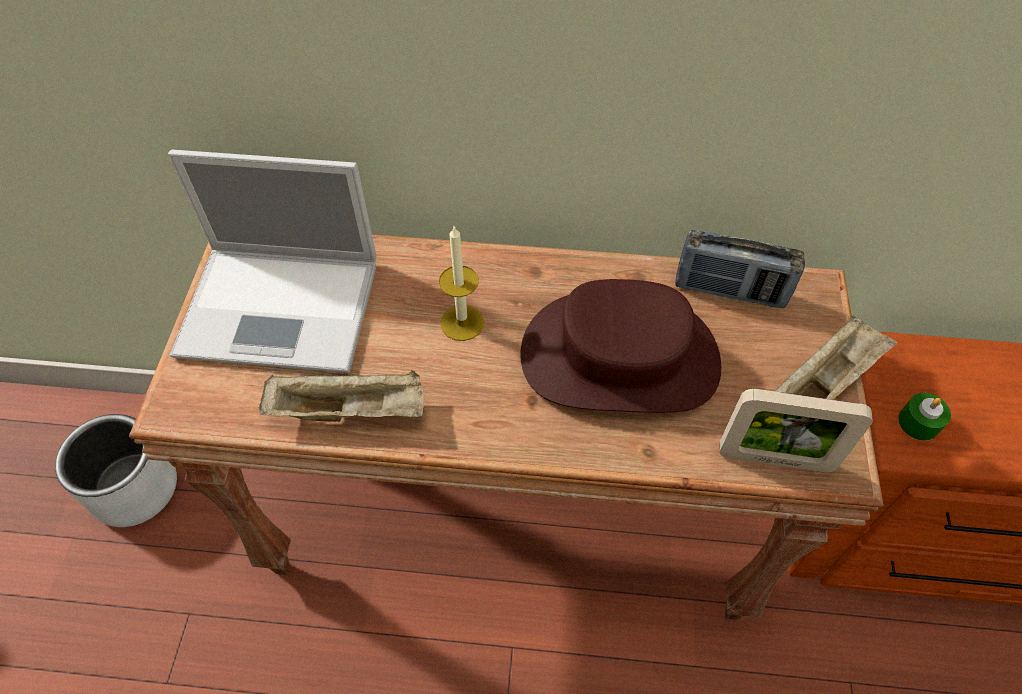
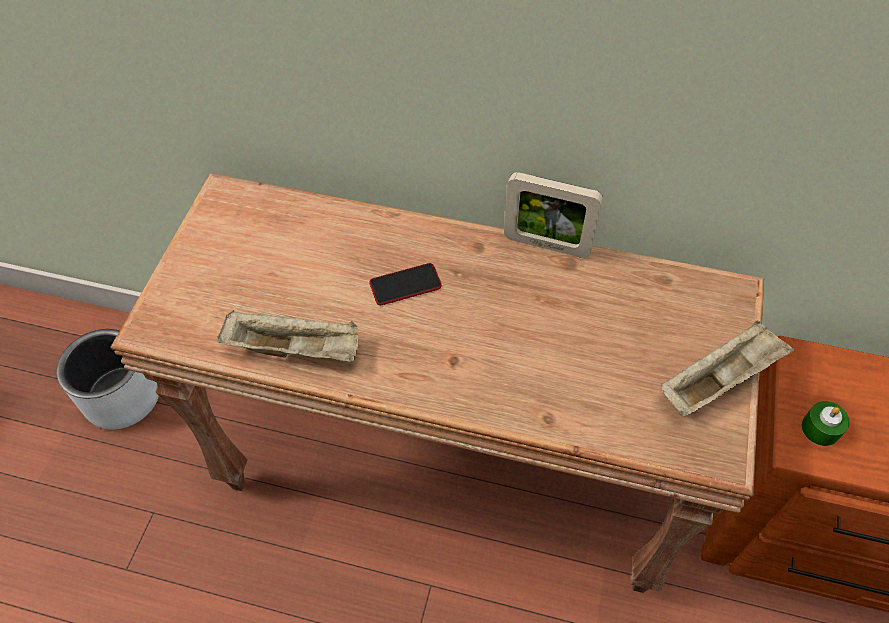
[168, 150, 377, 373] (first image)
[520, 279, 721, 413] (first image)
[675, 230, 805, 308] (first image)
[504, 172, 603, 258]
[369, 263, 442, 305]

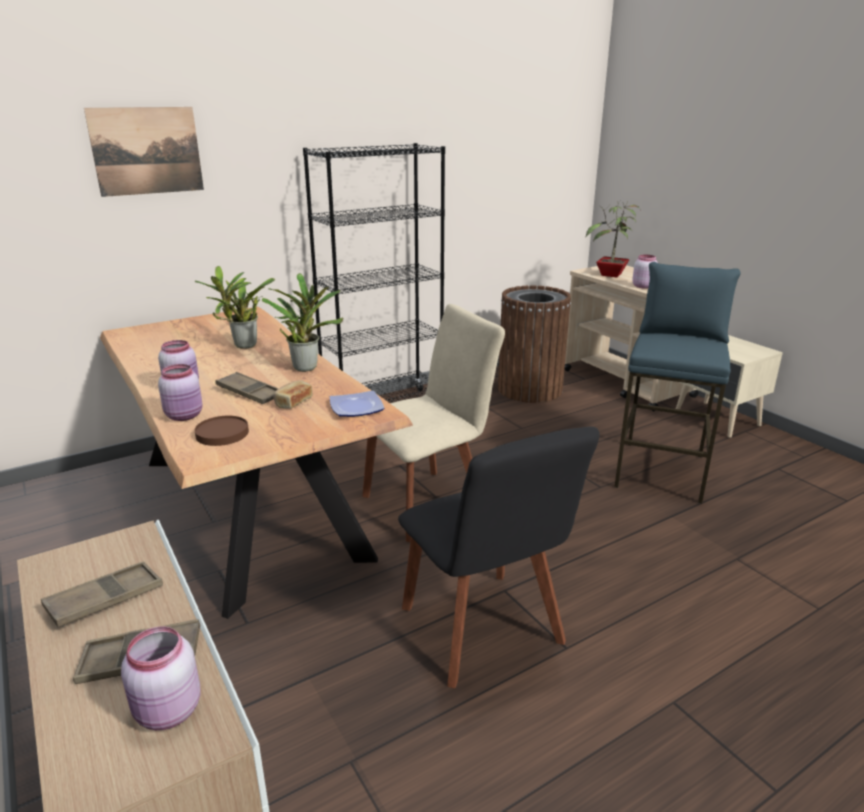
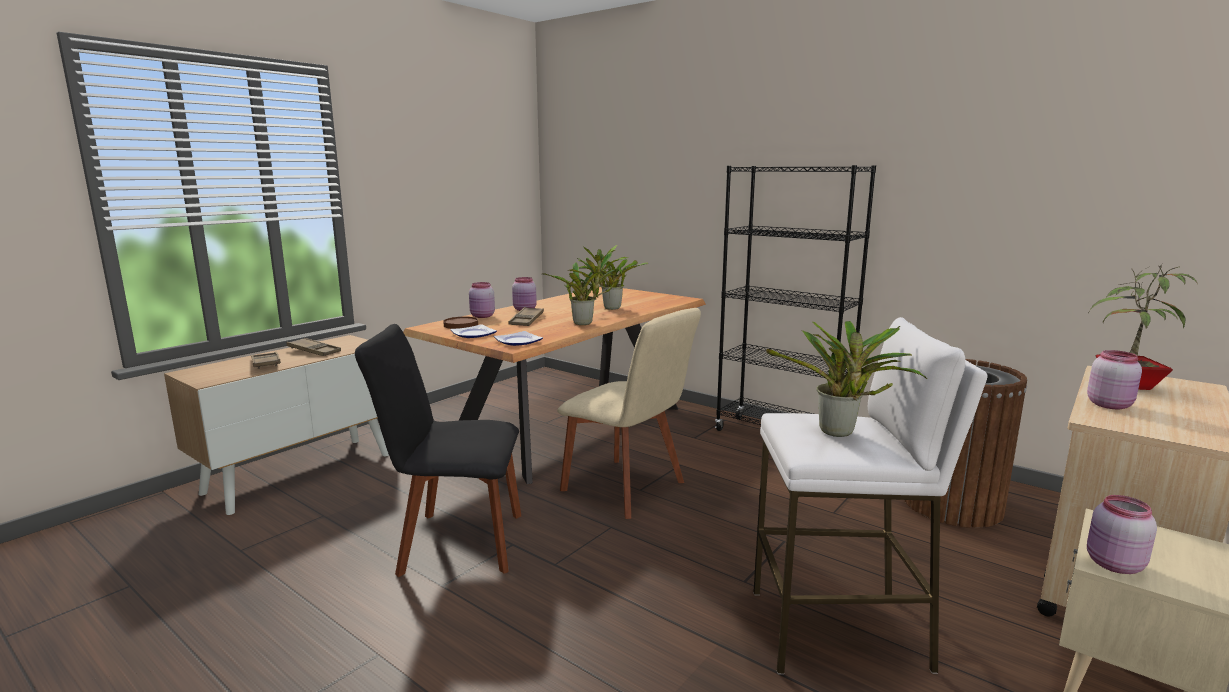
[84, 107, 204, 197] (first image)
[273, 380, 313, 409] (first image)
[450, 324, 497, 338]
[766, 321, 927, 437]
[1087, 495, 1157, 574]
[754, 317, 988, 674]
[355, 324, 521, 577]

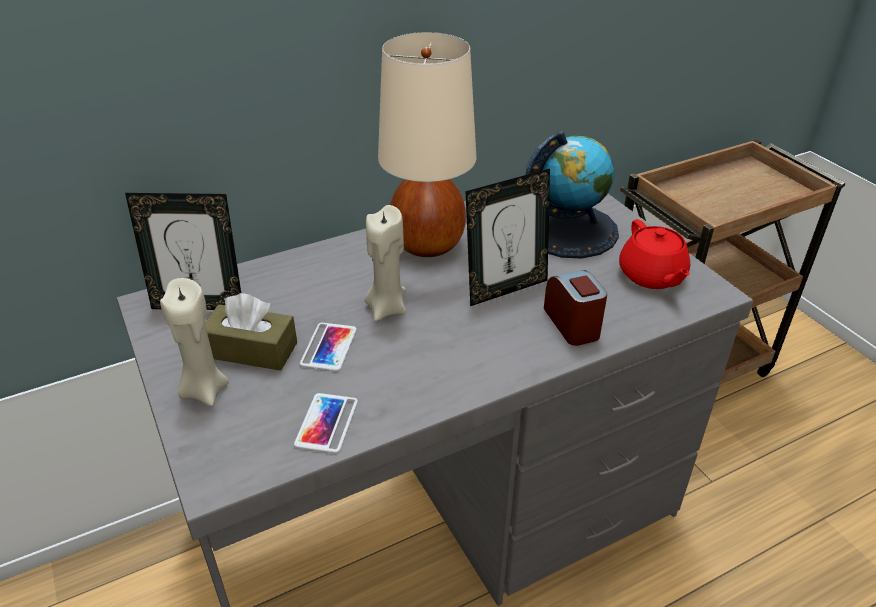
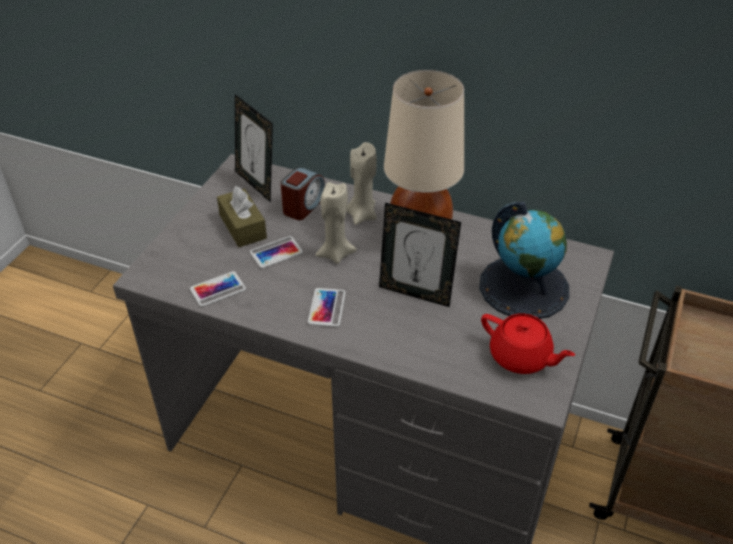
[308, 288, 346, 327]
[347, 142, 377, 225]
[280, 167, 325, 220]
[481, 314, 575, 374]

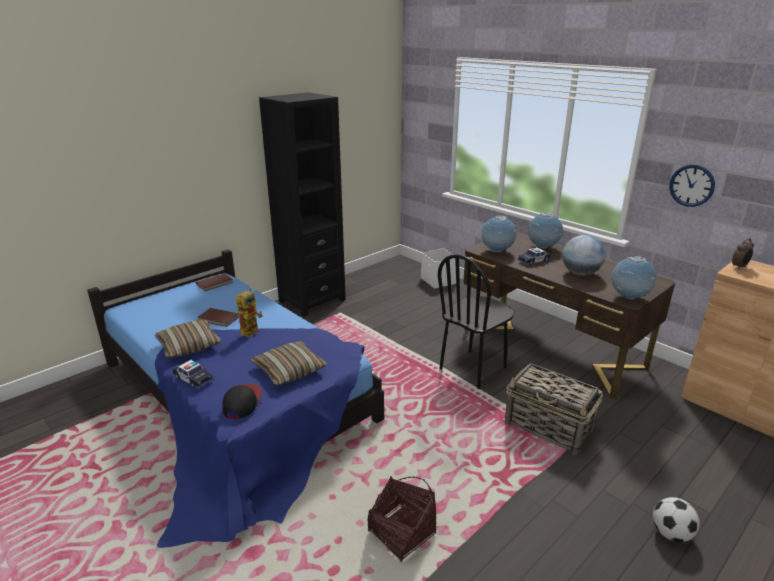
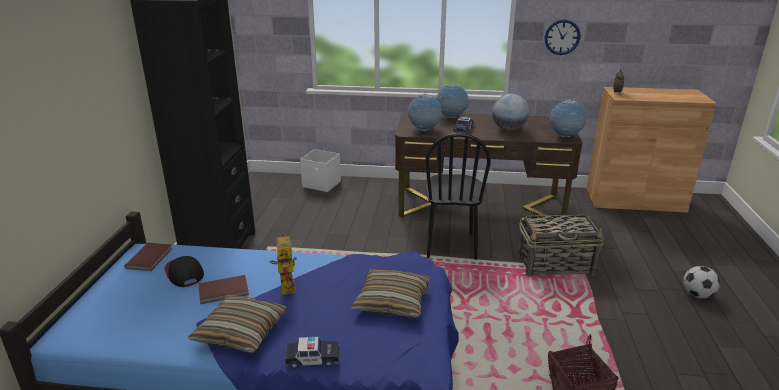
[165, 256, 204, 287]

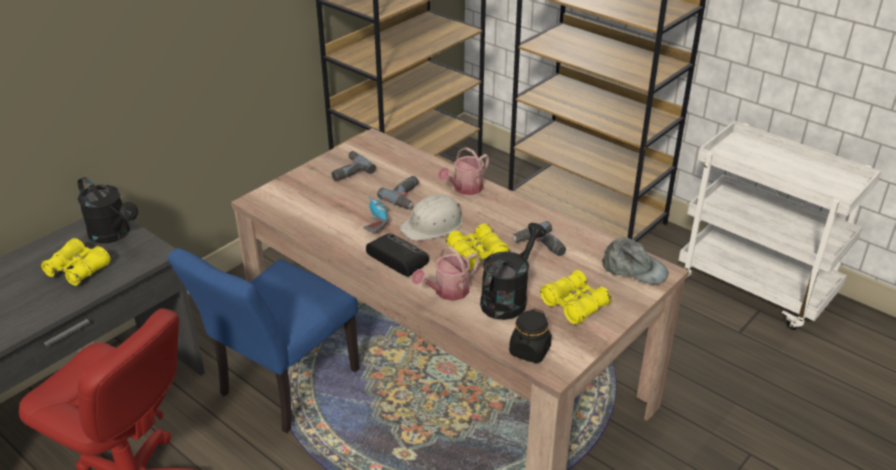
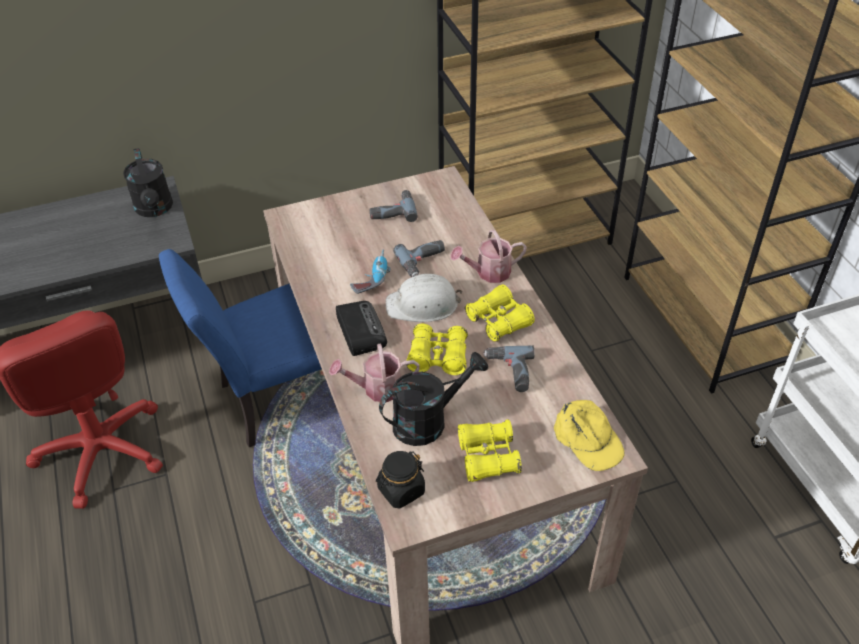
[465, 284, 535, 342]
[554, 400, 625, 471]

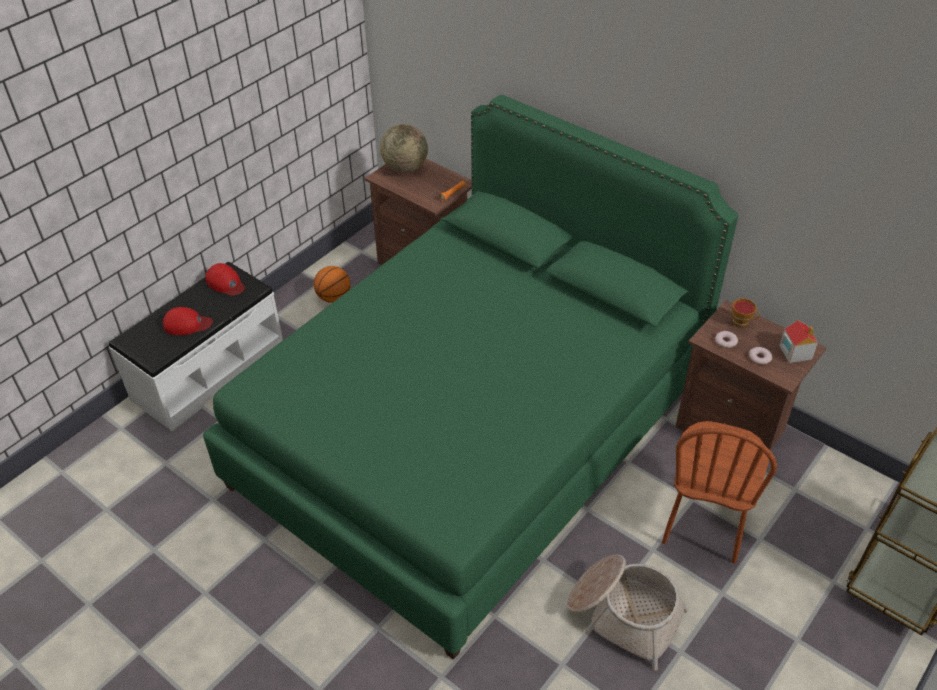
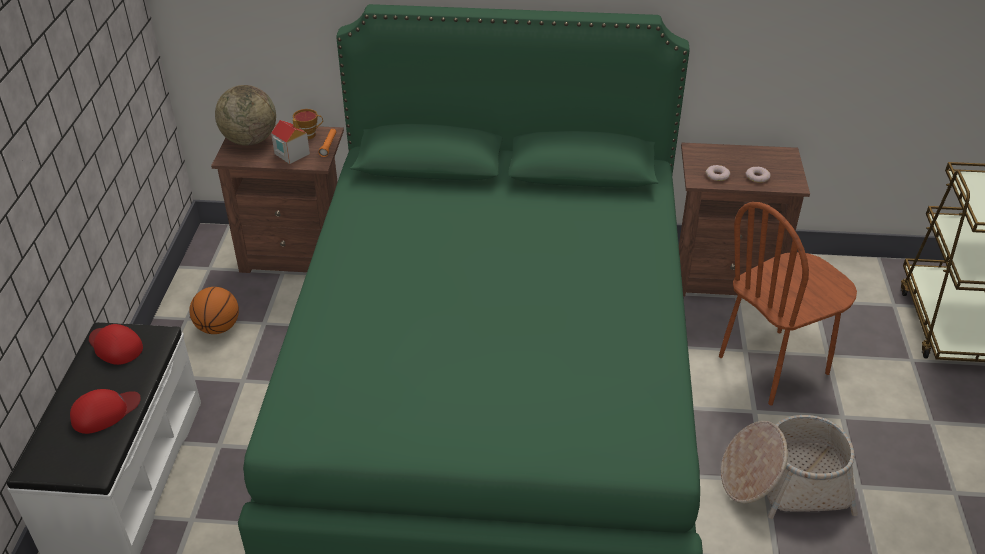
[293, 109, 323, 139]
[271, 119, 310, 164]
[89, 324, 143, 365]
[719, 202, 857, 406]

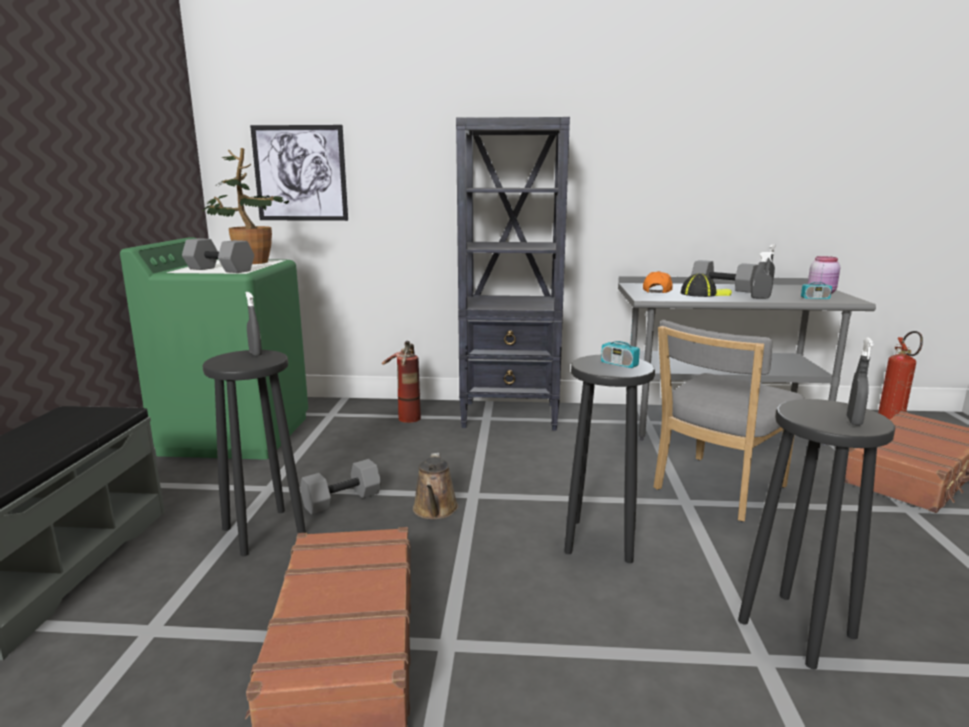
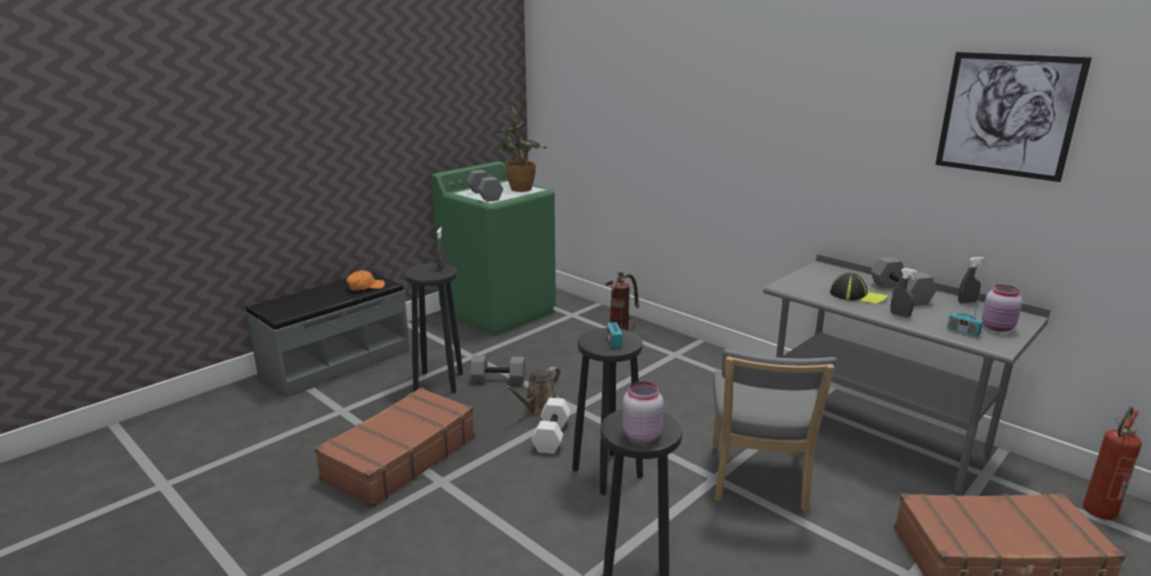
[456, 117, 570, 430] (first image)
[531, 398, 571, 454]
[935, 52, 1092, 182]
[346, 270, 385, 291]
[622, 381, 664, 443]
[713, 349, 837, 511]

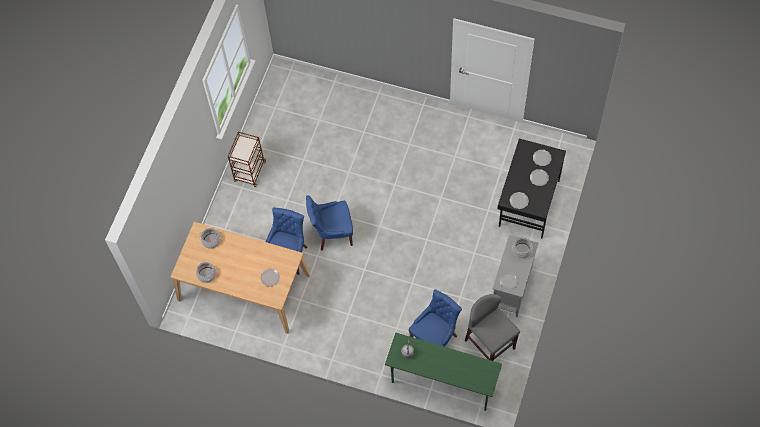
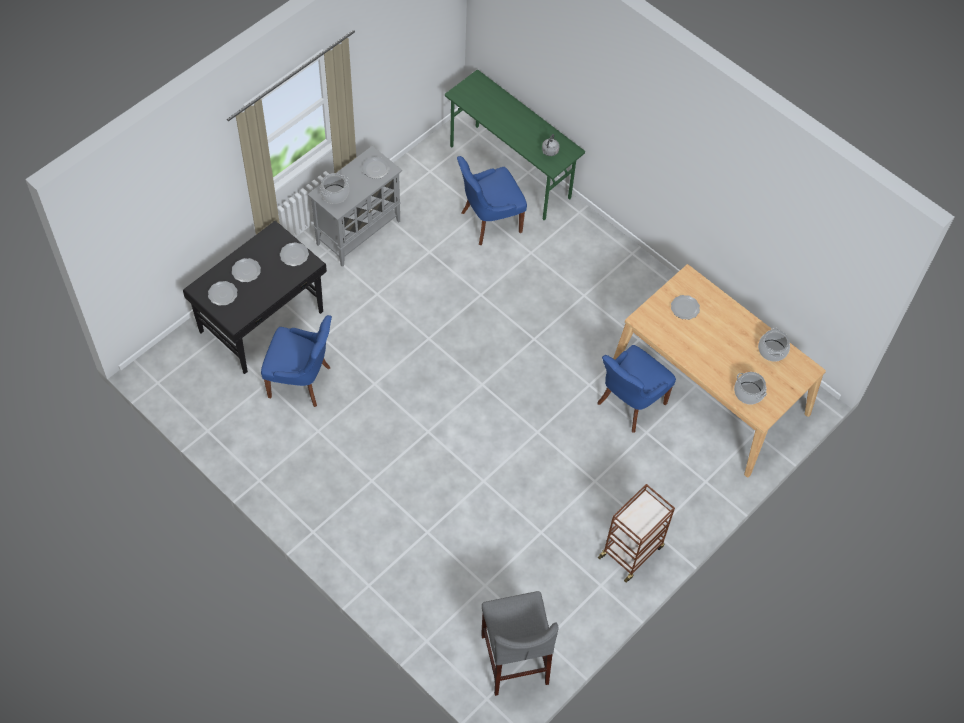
[261, 315, 332, 407]
[481, 591, 558, 696]

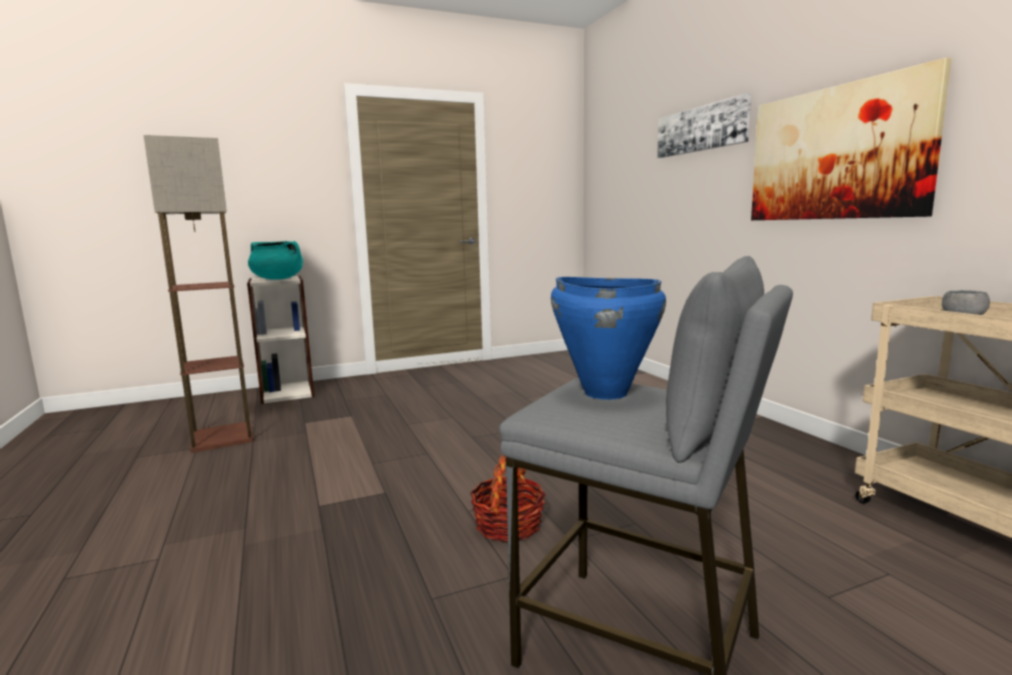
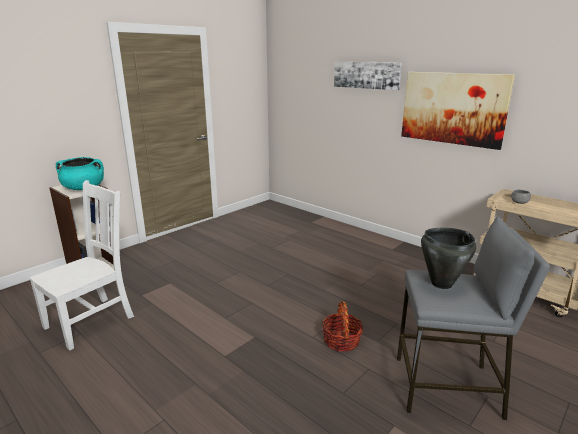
[29, 180, 134, 350]
[421, 228, 476, 289]

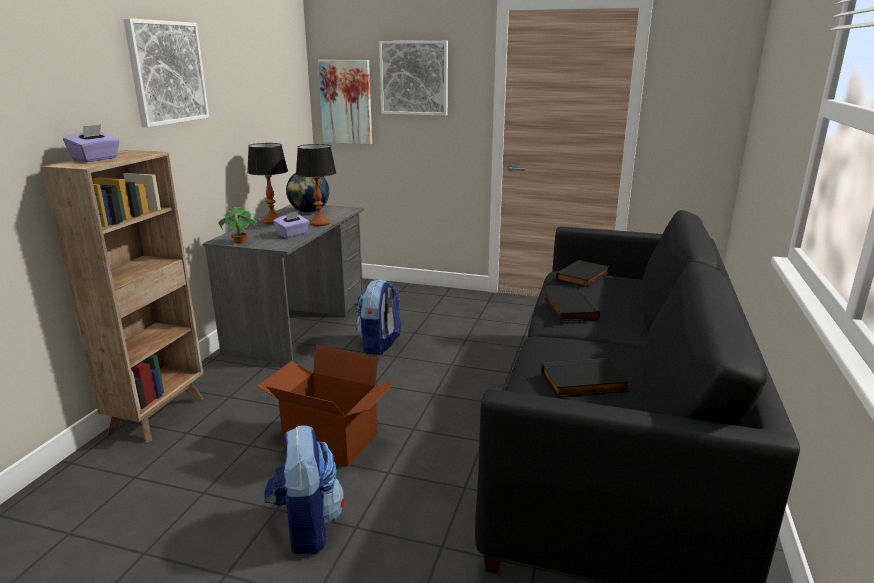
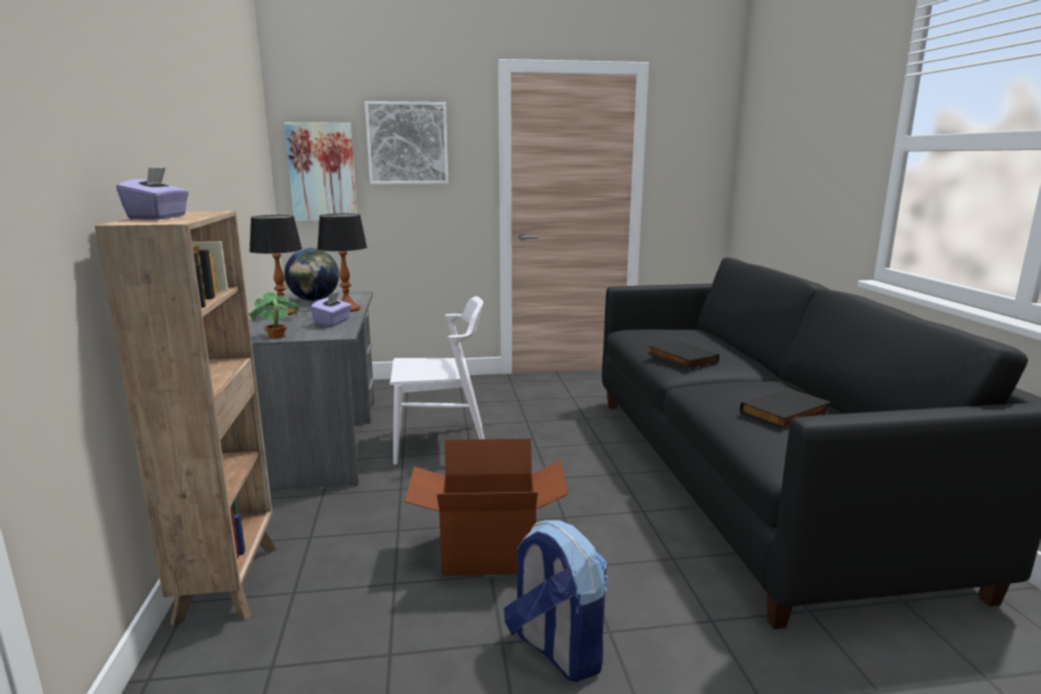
[123, 18, 209, 127] (first image)
[556, 260, 609, 287] (first image)
[390, 296, 485, 465]

